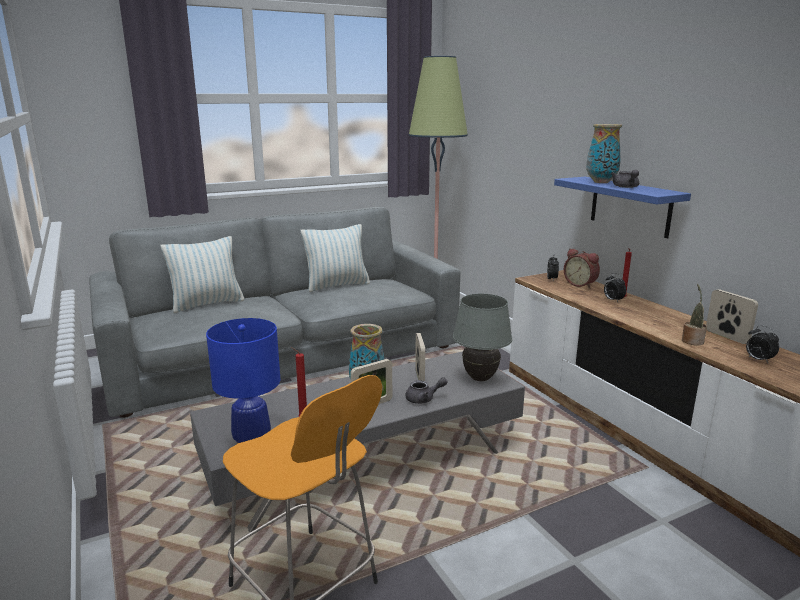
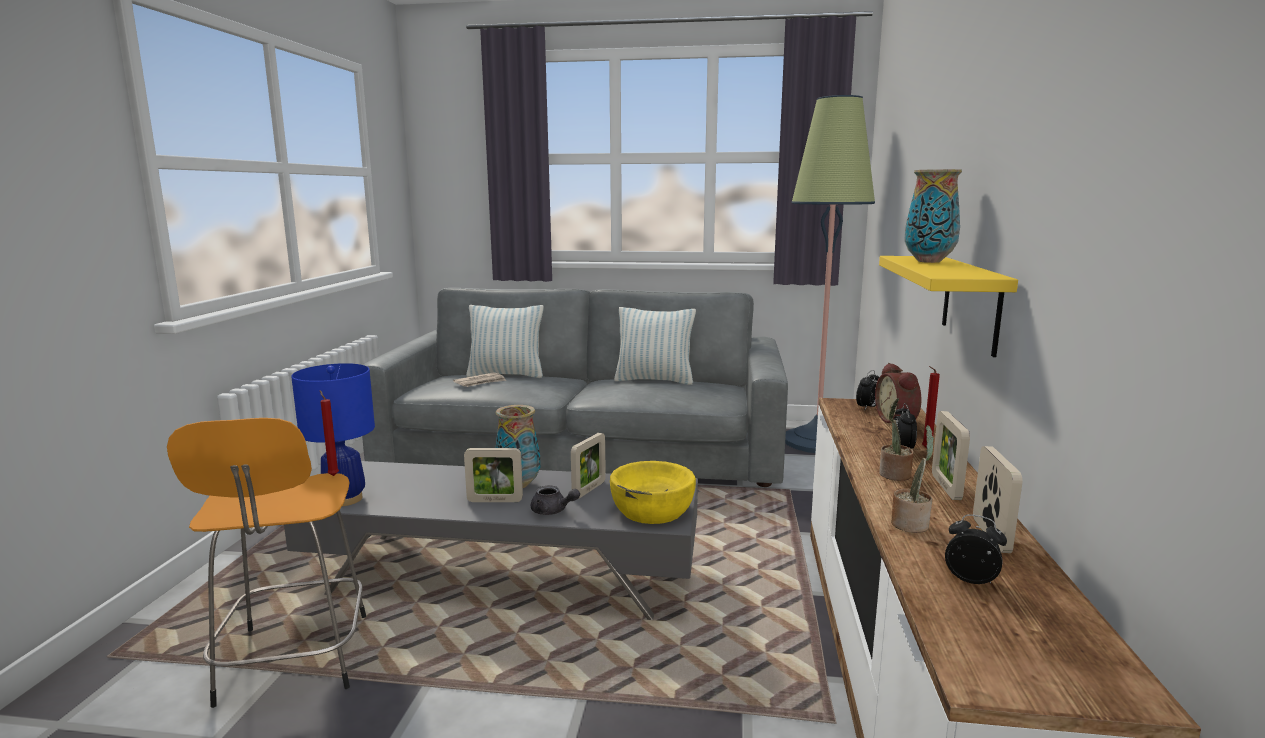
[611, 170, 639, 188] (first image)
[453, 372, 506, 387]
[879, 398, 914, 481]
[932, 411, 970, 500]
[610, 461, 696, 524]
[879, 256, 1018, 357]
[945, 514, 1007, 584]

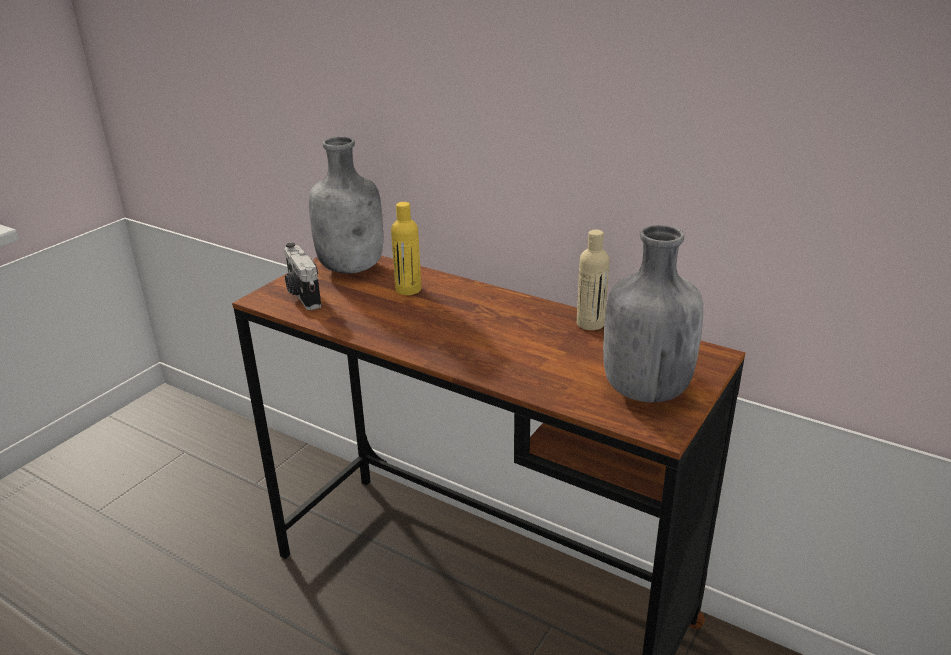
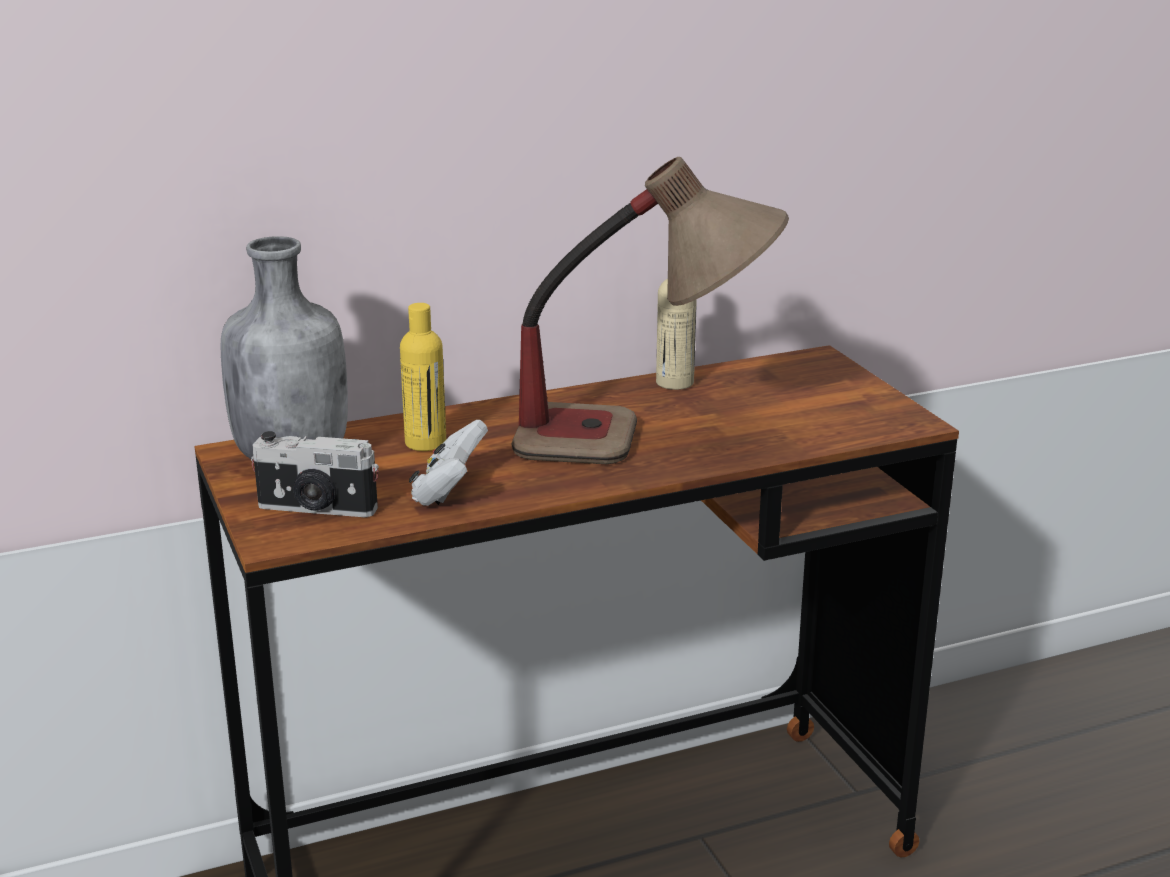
[603, 225, 703, 402] (first image)
[409, 420, 488, 506]
[512, 157, 789, 464]

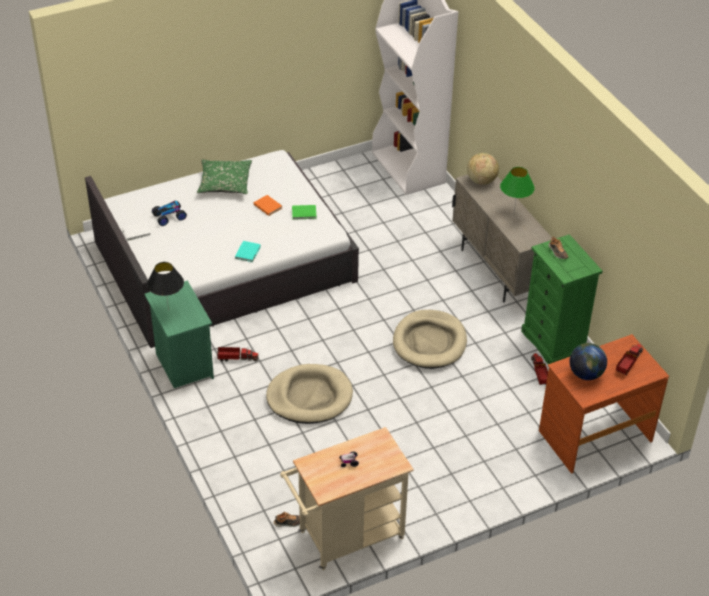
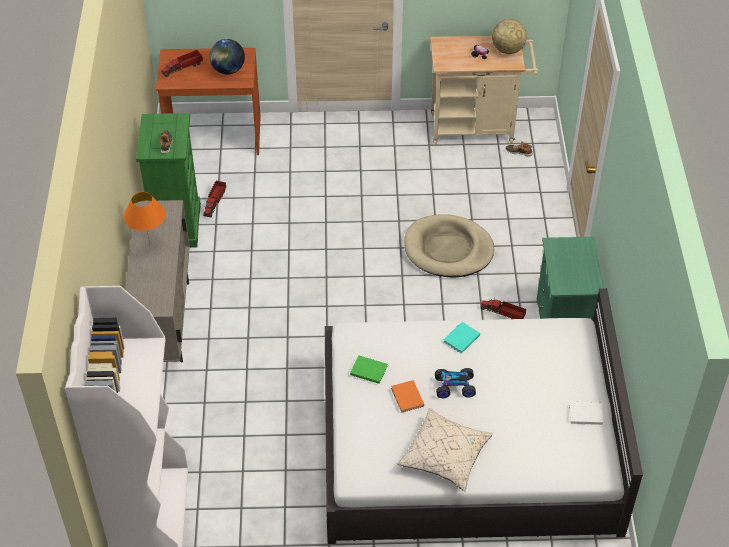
[147, 262, 184, 311] (first image)
[393, 310, 467, 369] (first image)
[435, 368, 476, 398]
[492, 19, 527, 54]
[398, 408, 493, 491]
[124, 192, 166, 244]

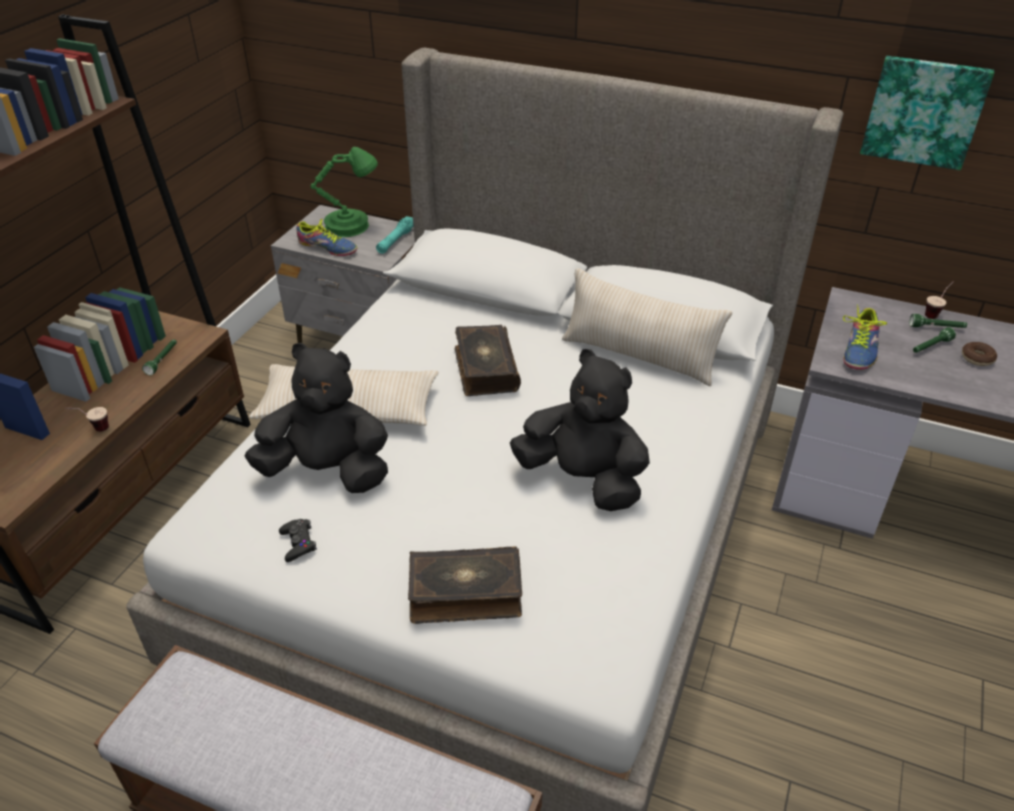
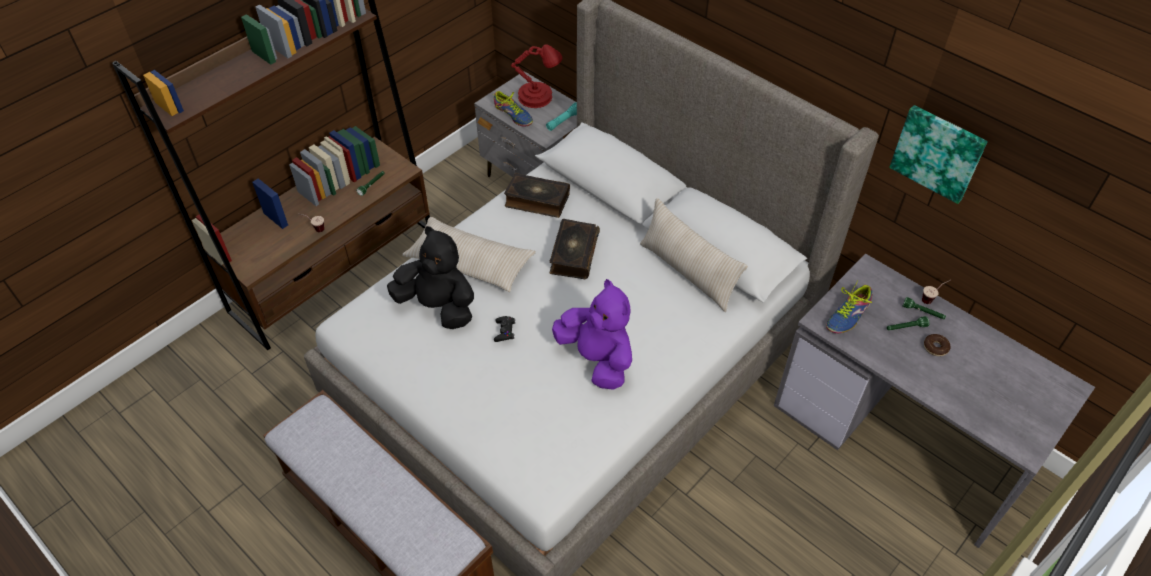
[494, 316, 515, 342]
[504, 173, 570, 218]
[511, 44, 563, 108]
[552, 279, 632, 390]

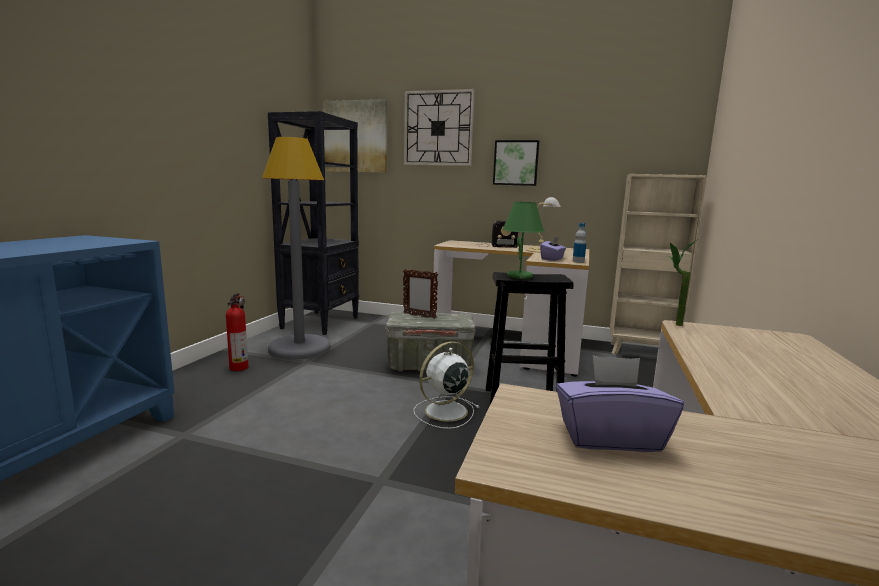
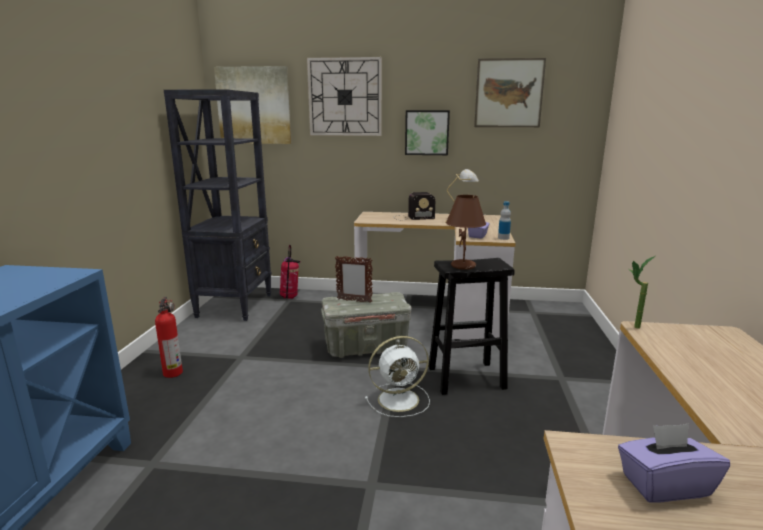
[262, 137, 331, 360] (first image)
[610, 174, 707, 354] (first image)
[280, 245, 301, 299]
[474, 58, 546, 127]
[446, 195, 486, 270]
[365, 336, 430, 417]

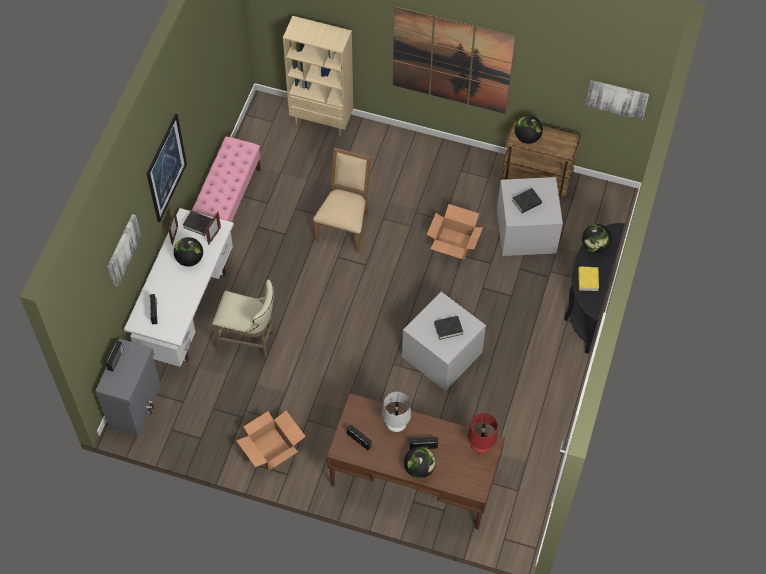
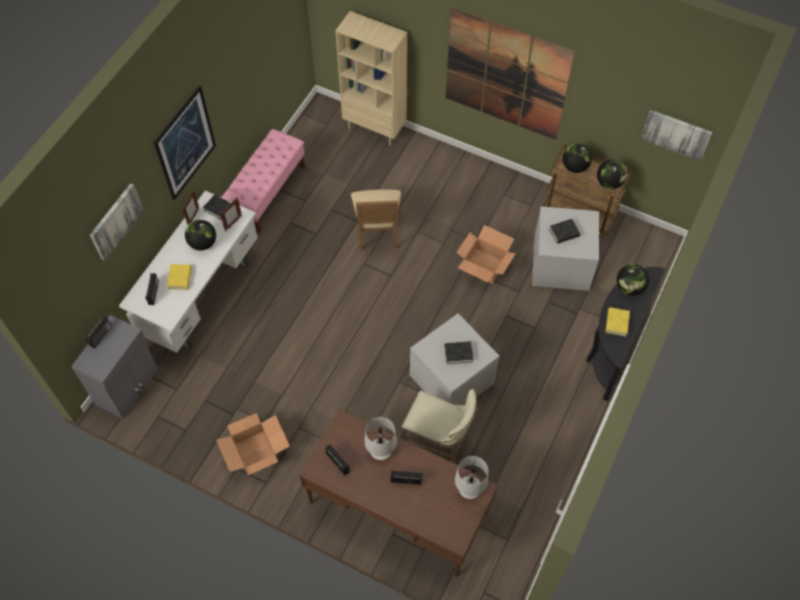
[167, 264, 192, 290]
[401, 389, 477, 464]
[597, 160, 627, 189]
[455, 456, 489, 499]
[351, 189, 401, 251]

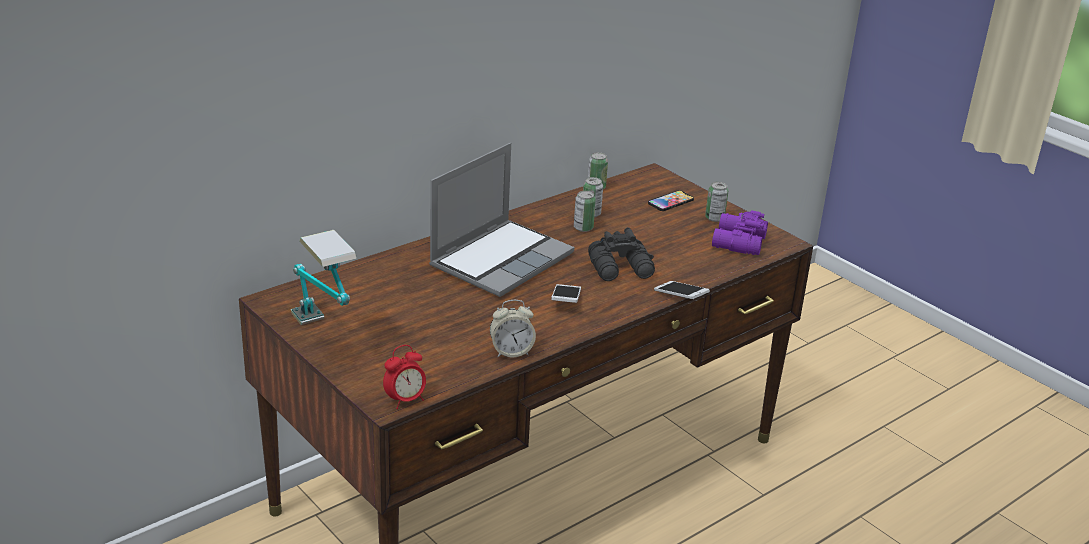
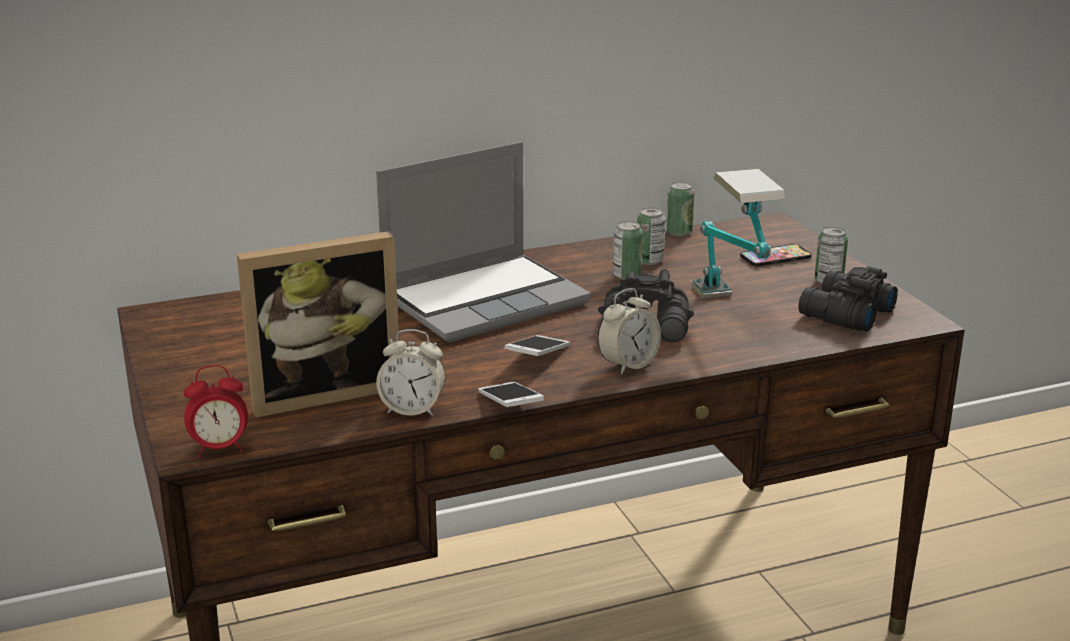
[237, 231, 399, 417]
[597, 288, 661, 375]
[691, 169, 785, 298]
[478, 382, 544, 407]
[798, 266, 898, 331]

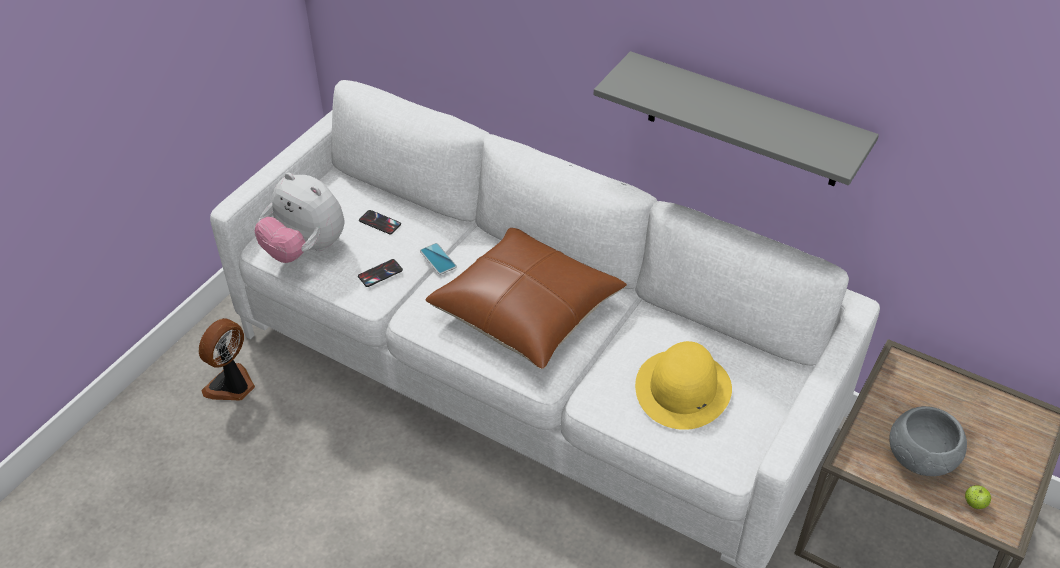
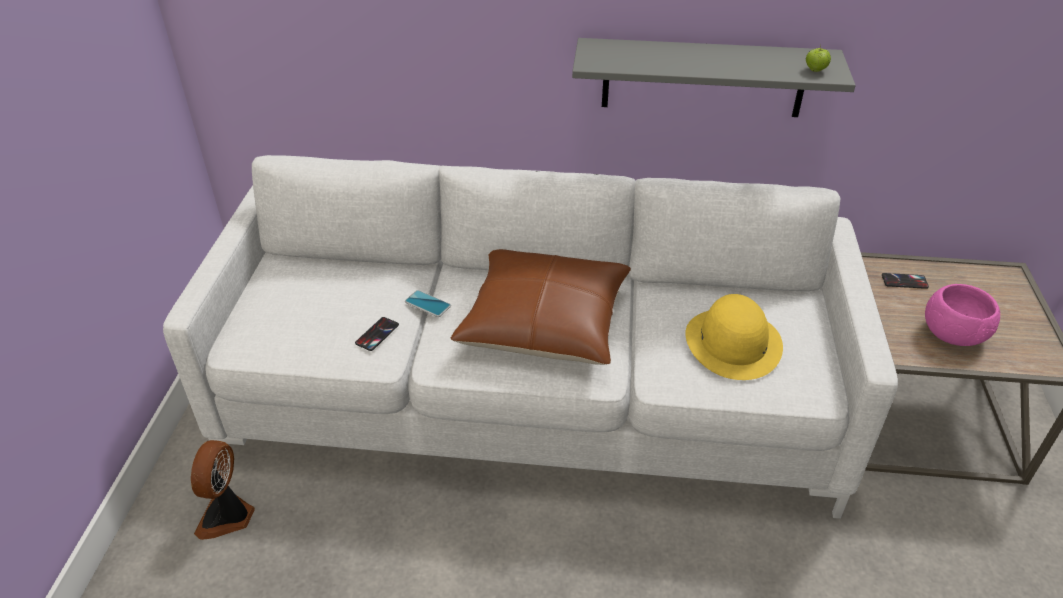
[255, 172, 344, 263] (first image)
[882, 273, 929, 289]
[806, 45, 831, 72]
[925, 284, 1000, 346]

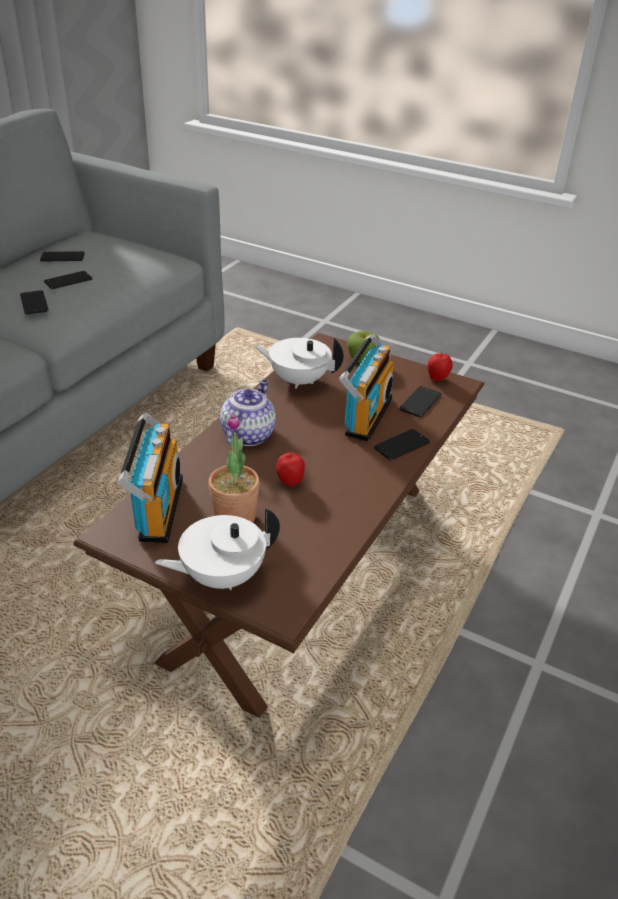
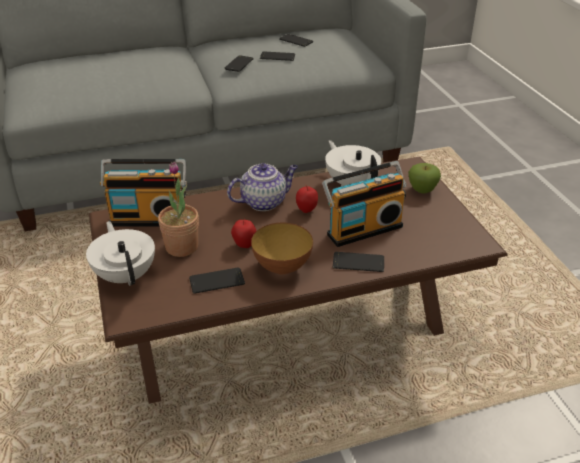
[251, 223, 313, 274]
[189, 268, 245, 294]
[296, 185, 318, 213]
[100, 159, 187, 227]
[86, 221, 155, 286]

